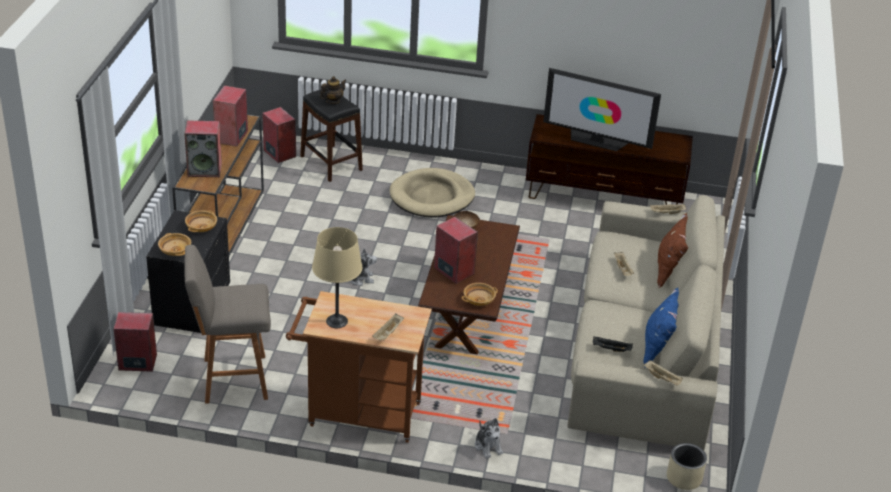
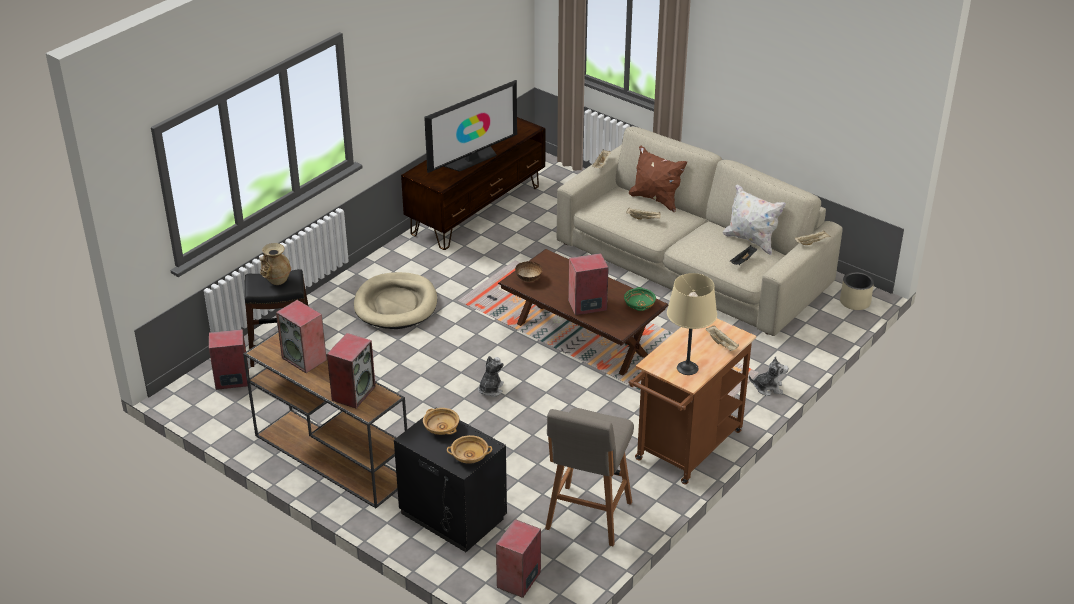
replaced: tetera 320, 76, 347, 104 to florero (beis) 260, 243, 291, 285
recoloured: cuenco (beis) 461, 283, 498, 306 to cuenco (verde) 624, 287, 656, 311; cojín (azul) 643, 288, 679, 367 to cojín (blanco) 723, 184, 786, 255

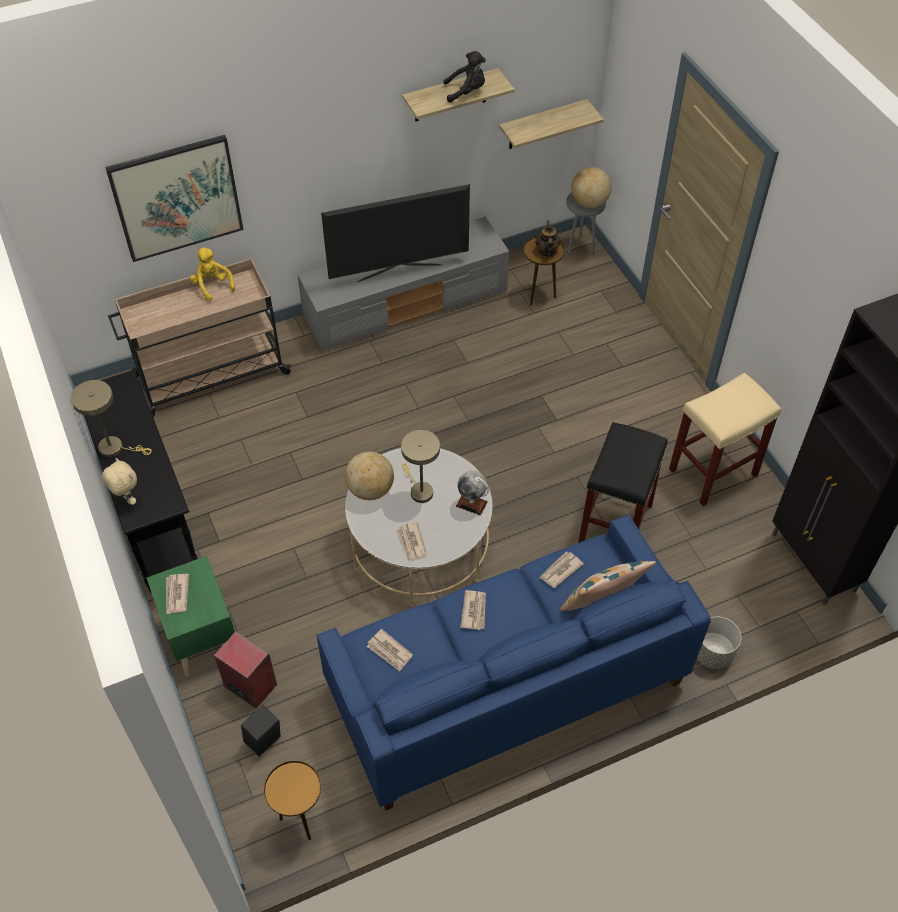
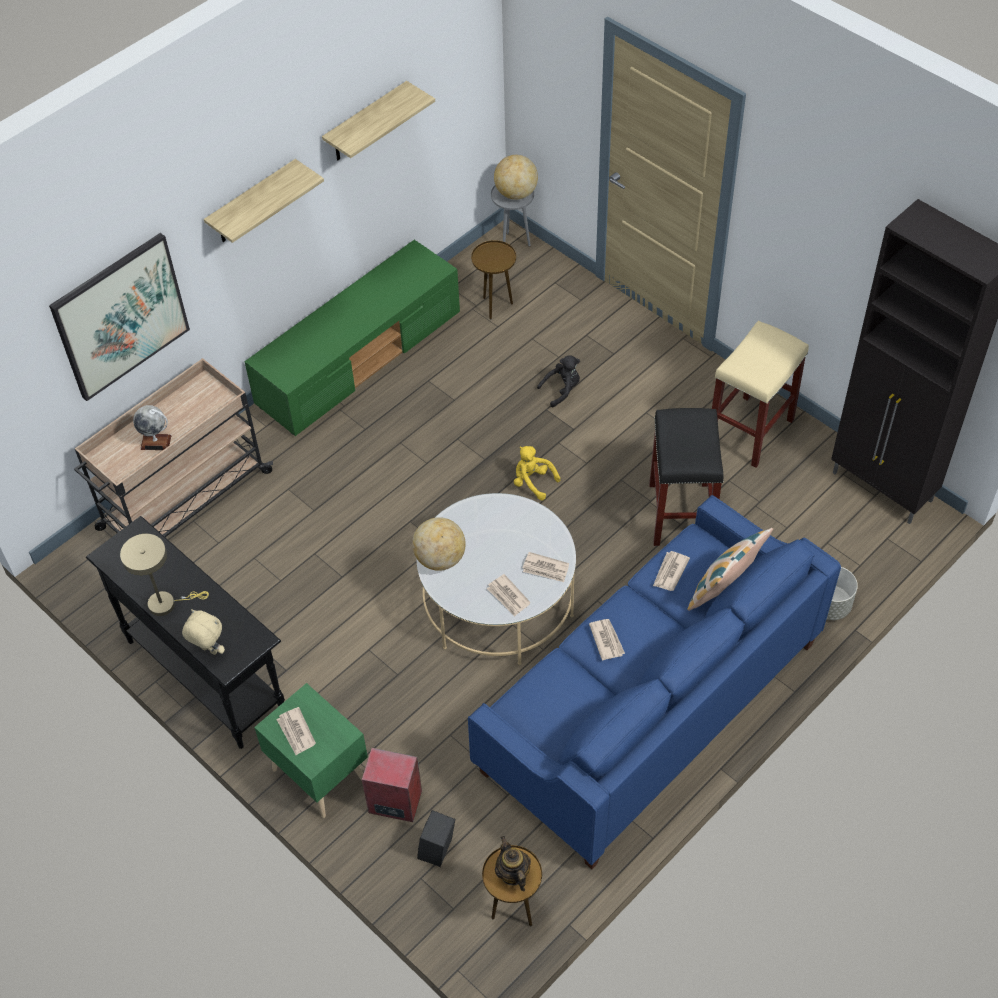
removed: televisor 321, 184, 470, 282; lámpara de mesa (beis) 401, 430, 440, 503
moved: peluche (amarillo) 189, 247, 235, 302 to 514, 446, 561, 500; periódico 367, 629, 413, 671 to 523, 552, 569, 582; peluche (negro) 444, 51, 486, 103 to 537, 355, 580, 407; globo terráqueo 456, 470, 489, 515 to 133, 405, 172, 450; estante 499, 99, 604, 149 to 204, 159, 324, 243; tetera 535, 221, 561, 257 to 495, 836, 531, 891
recoloured: mueble de televisión (gris) 297, 216, 509, 351 to mueble de televisión (verde) 244, 240, 460, 436

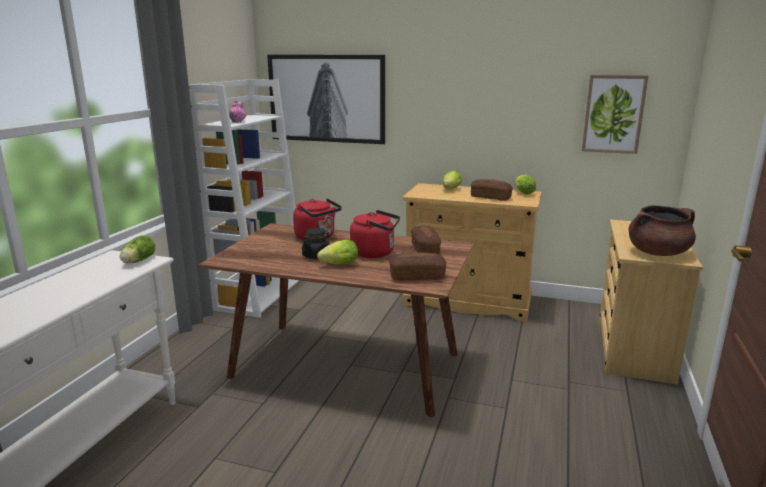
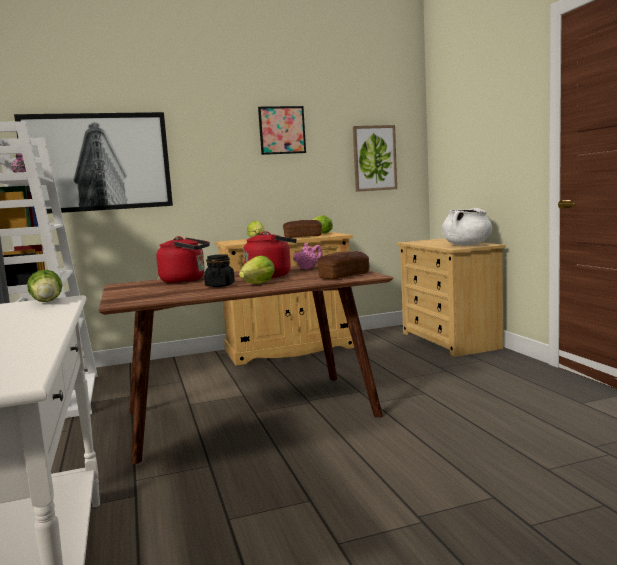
added: cuadro 258, 106, 306, 155
replaced: pan 411, 226, 441, 255 to tetera (rosa) 293, 243, 323, 270
recoloured: olla (marrón) 629, 205, 696, 256 to olla (blanco) 442, 208, 492, 246

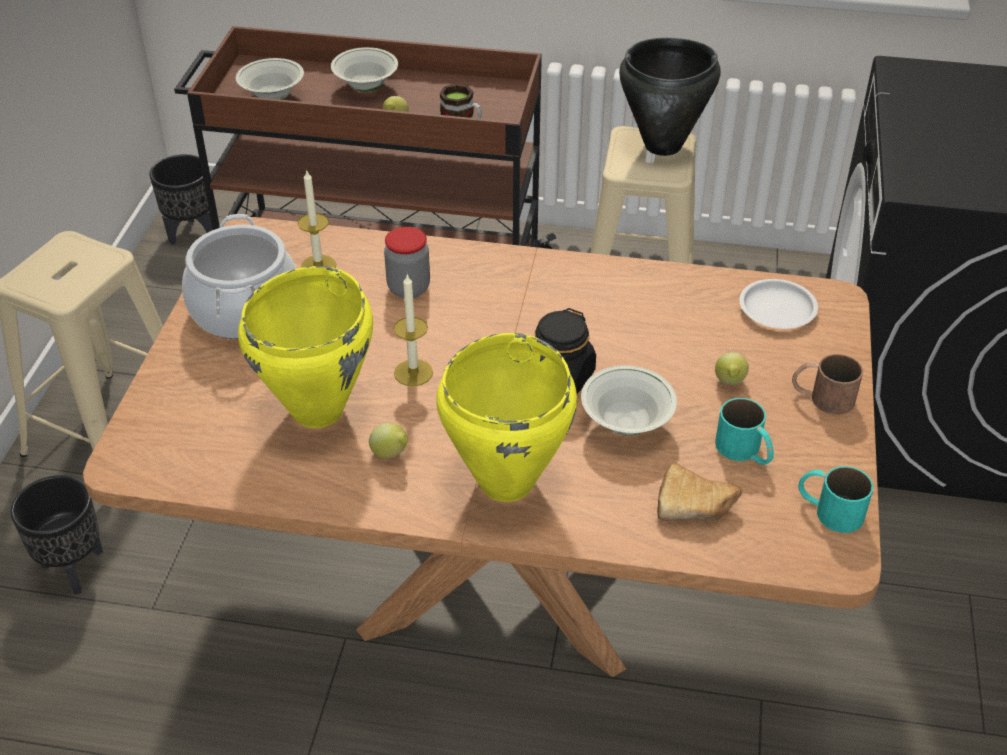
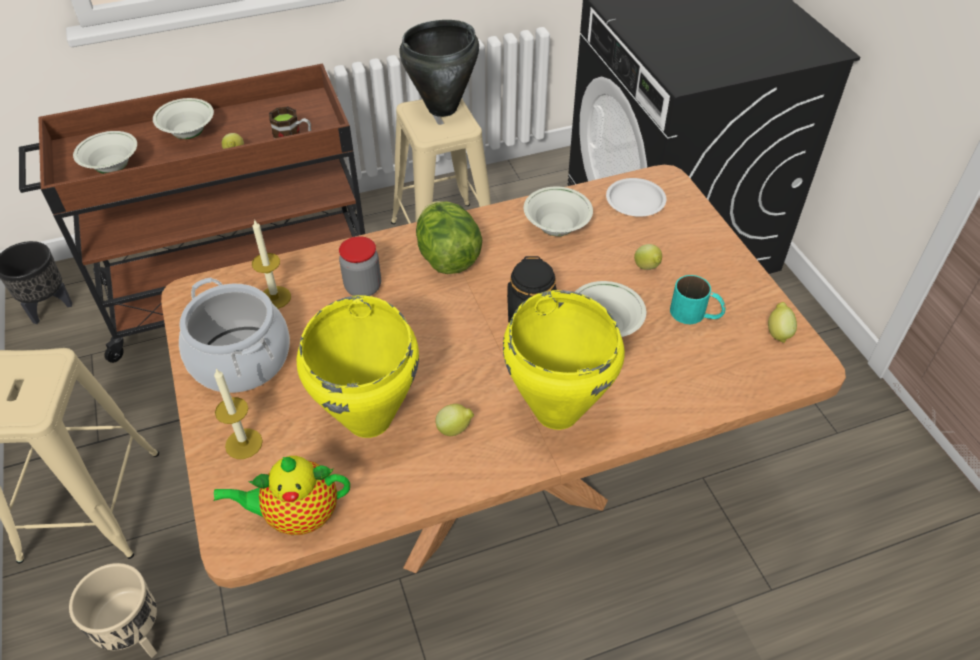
removed: pan 657, 463, 742, 521; taza grande (marrón) 792, 354, 863, 415
added: tetera 214, 456, 350, 535; lechuga 416, 201, 482, 274; cuenco (blanco) 524, 187, 593, 236
moved: vela 394, 275, 433, 386 to 214, 368, 263, 459
replaced: taza grande (turquesa) 798, 466, 873, 533 to limón 768, 302, 797, 343
recoloured: maceta (negro) 10, 475, 103, 595 to maceta (beis) 69, 563, 157, 658

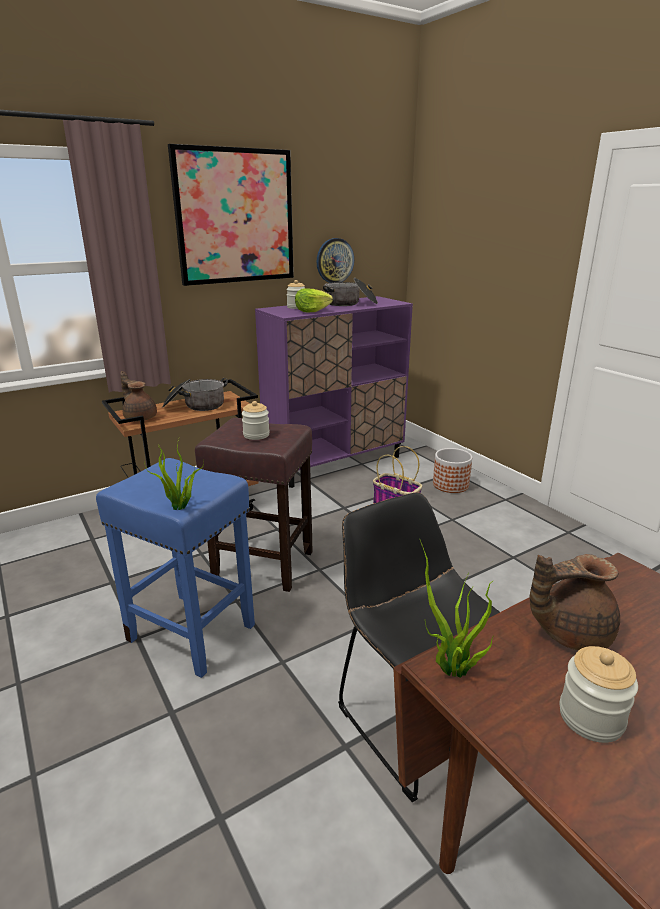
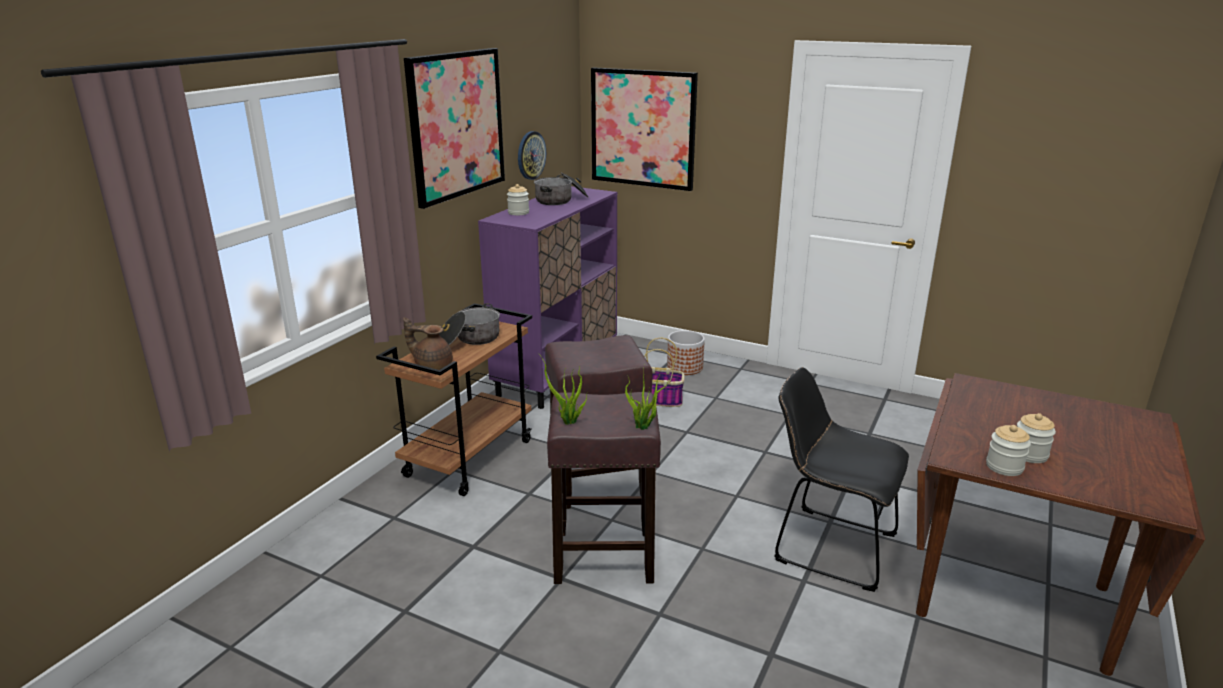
removed: lechuga 295, 288, 333, 312; tetera (marrón) 530, 554, 620, 650
added: cuadro 591, 67, 698, 191
moved: tarro 242, 401, 270, 440 to 986, 425, 1031, 476; planta en maceta 420, 540, 493, 678 to 539, 354, 587, 425
recoloured: taburete (azul) 96, 458, 255, 678 to taburete (marrón) 547, 392, 661, 584

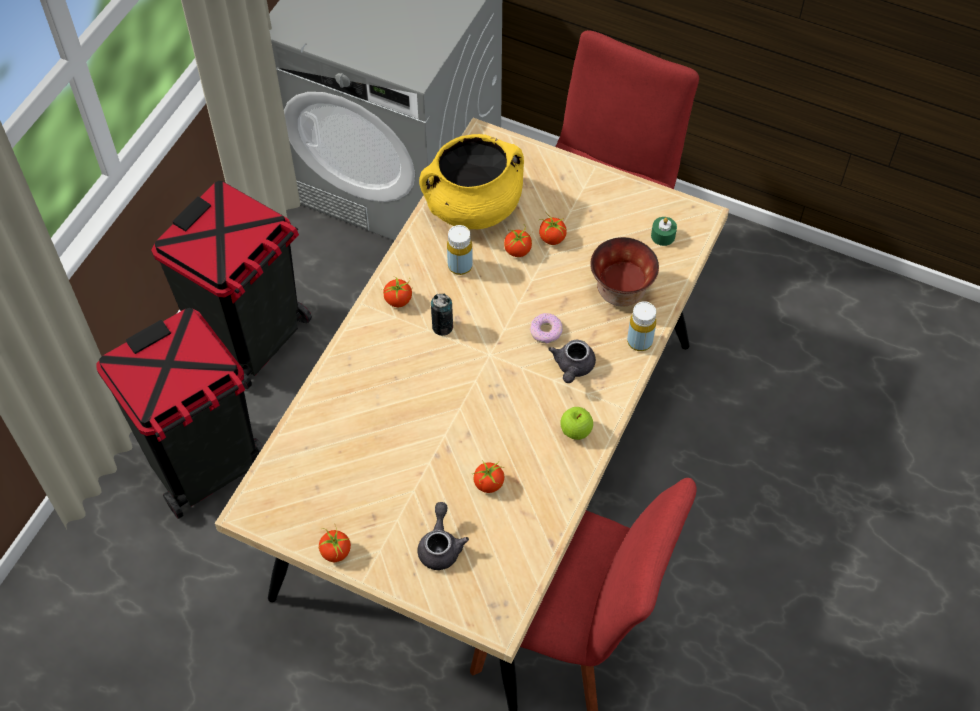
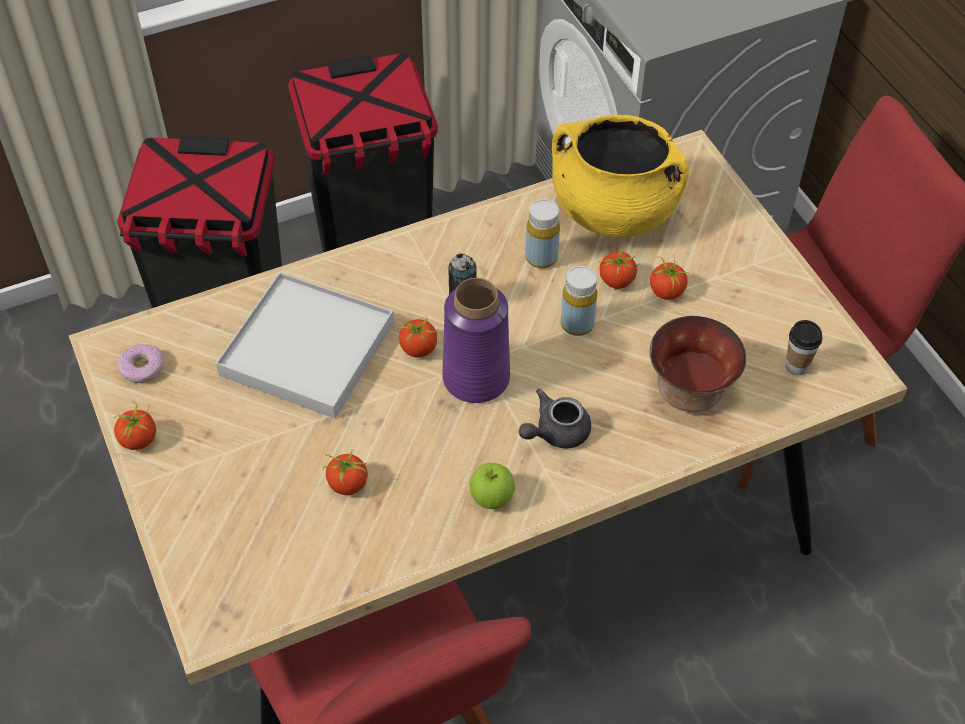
removed: tetera (gris) 418, 502, 469, 570
added: bandeja (blanco) 216, 272, 394, 419; florero (morado) 442, 278, 510, 403
moved: tomate 382, 277, 412, 307 to 398, 317, 439, 358; rosquilla 530, 313, 563, 343 to 117, 344, 164, 383; botella (amarillo) 627, 301, 656, 351 to 561, 266, 597, 336
replaced: vela (verde) 651, 217, 677, 246 to taza 785, 320, 822, 376

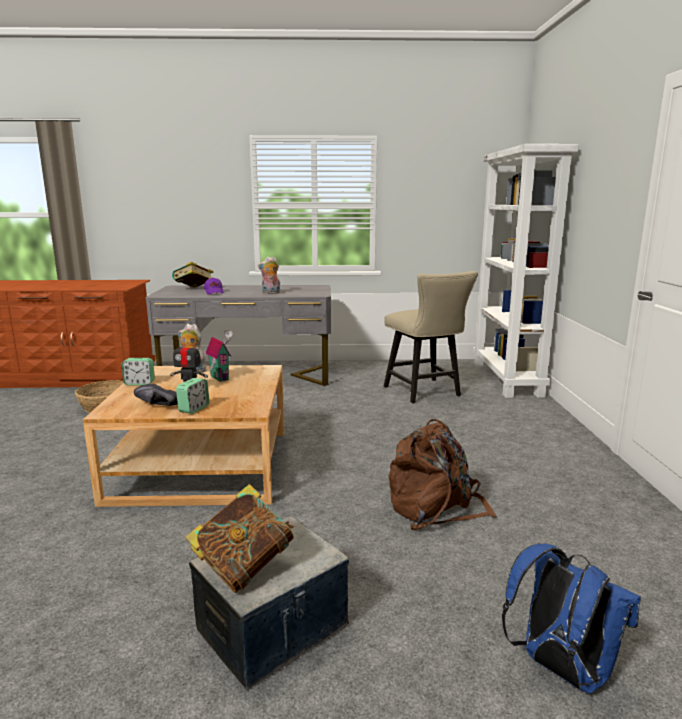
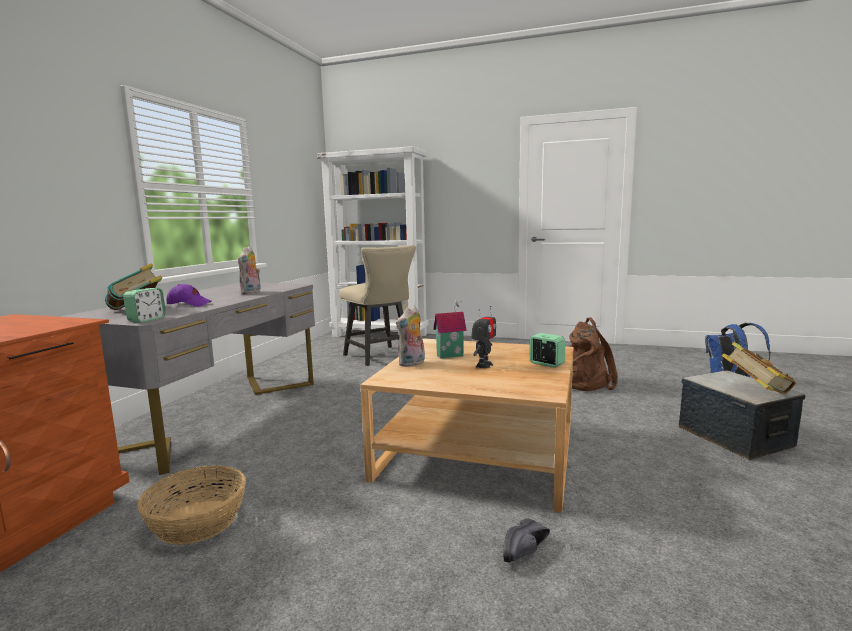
moved: despertador 121, 358, 155, 385 to 123, 288, 166, 323; zapato (negro) 134, 384, 178, 406 to 503, 518, 550, 562
turned: silla (beis) 384, 271, 478, 403 = 339, 245, 416, 366 60 degrees clockwise

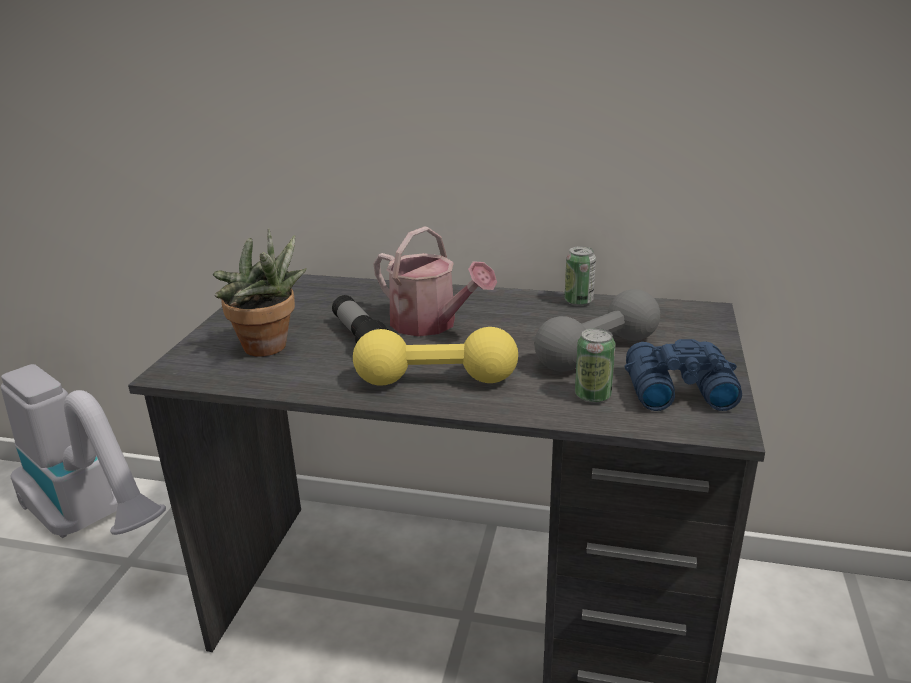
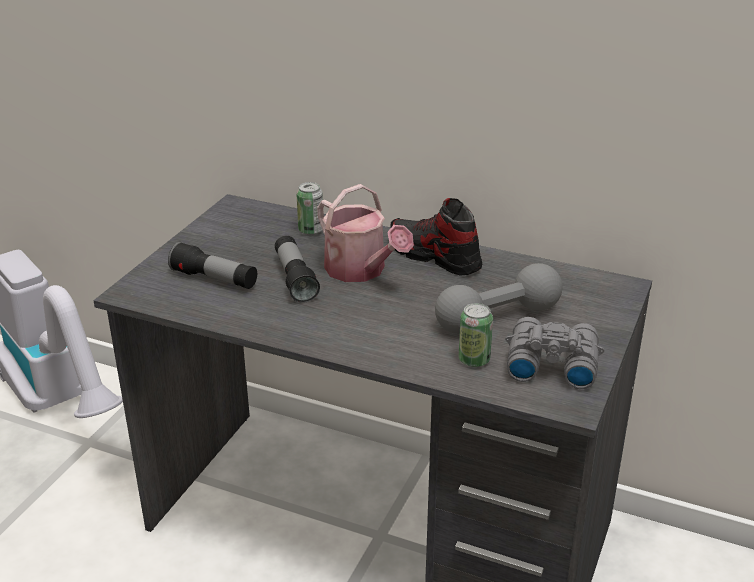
removed: mancuerna (amarillo) 353, 327, 518, 386
added: zapato 390, 198, 482, 276
moved: lata 565, 246, 596, 306 to 296, 182, 323, 235
replaced: planta en maceta 213, 228, 307, 357 to linterna 168, 242, 257, 289
recoloured: prismáticos (azul) 625, 339, 742, 411 to prismáticos (gris) 505, 317, 604, 389

